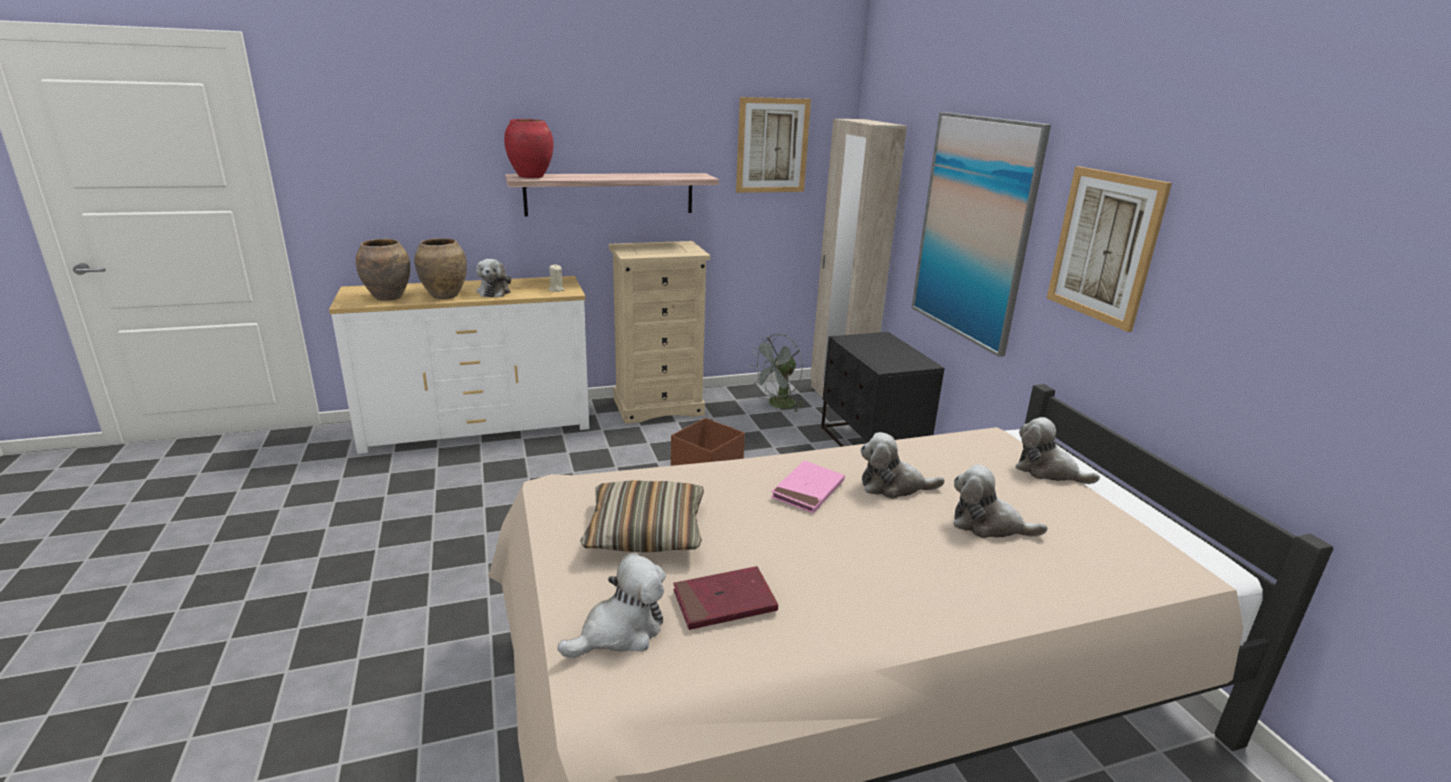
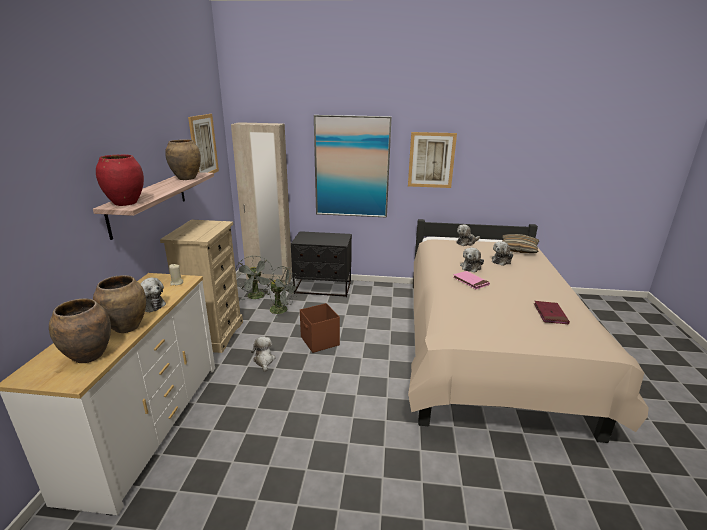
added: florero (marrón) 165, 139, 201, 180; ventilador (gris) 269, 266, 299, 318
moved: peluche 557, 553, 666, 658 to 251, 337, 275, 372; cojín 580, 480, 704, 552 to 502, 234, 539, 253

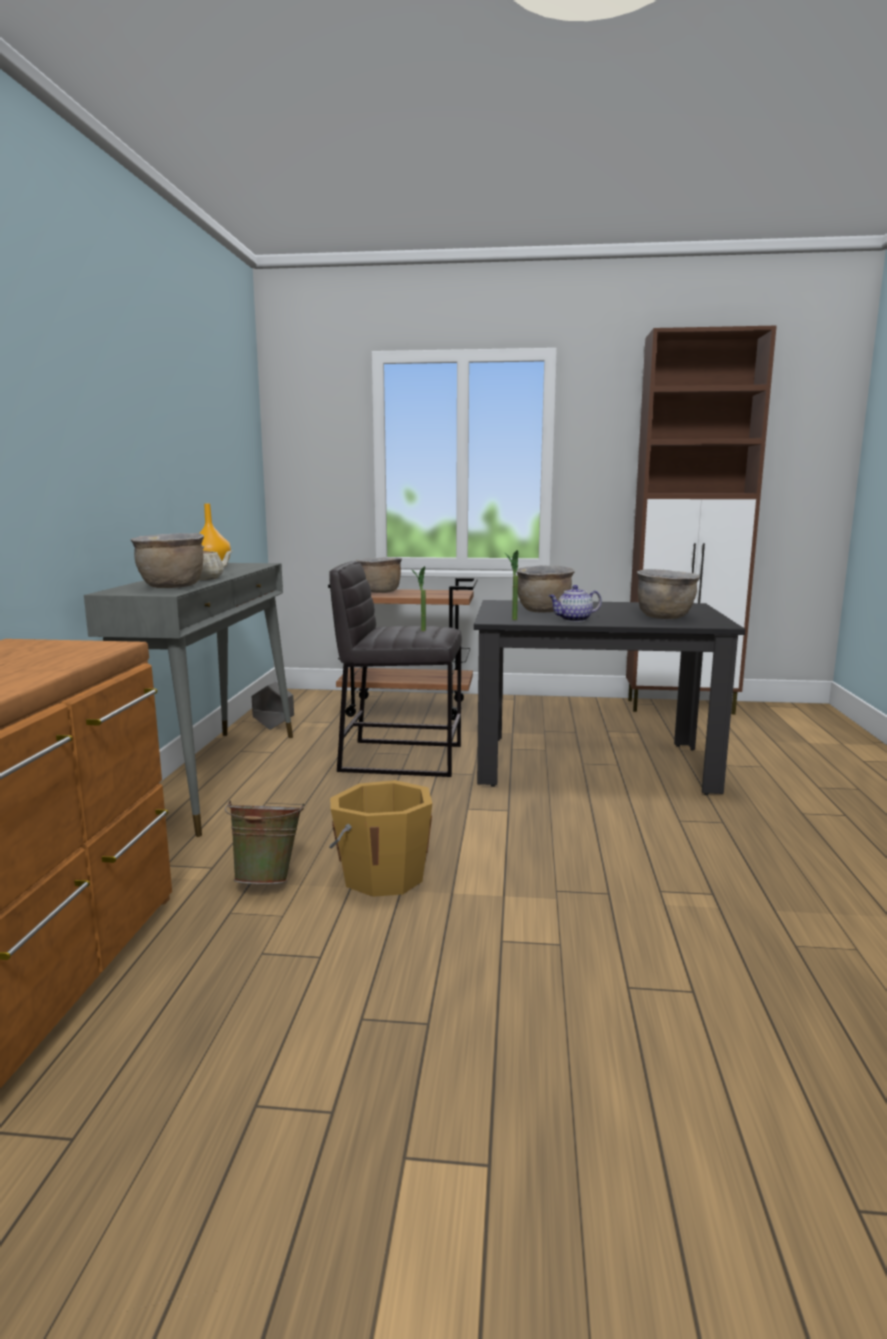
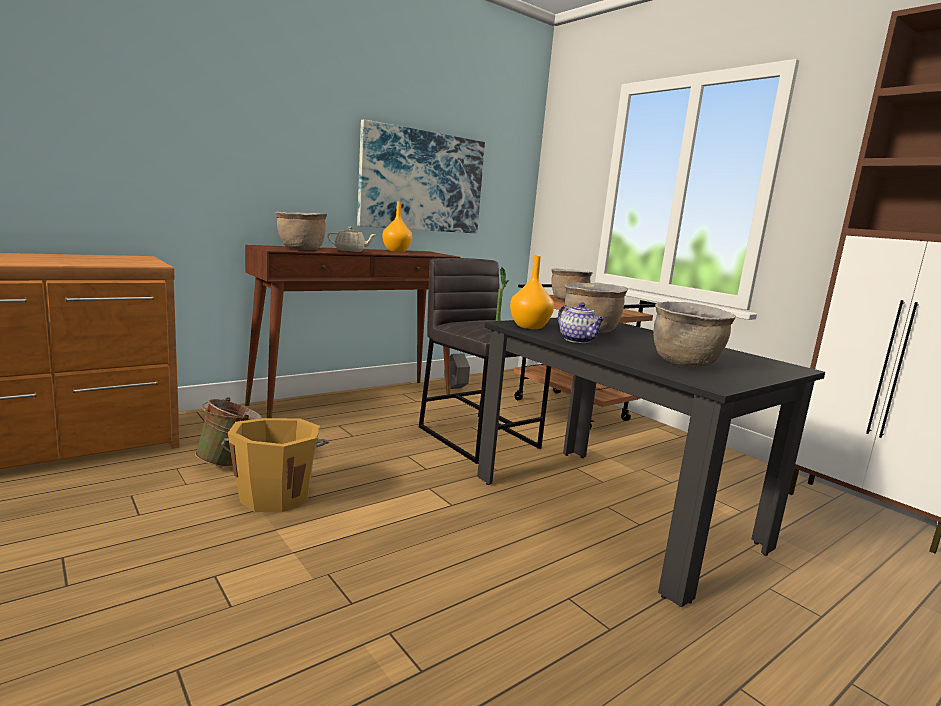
added: cuadro 357, 119, 485, 234
replaced: planta en maceta 504, 550, 519, 620 to florero (naranja) 510, 256, 554, 329
recoloured: mesa consola (gris) 84, 563, 293, 837 to mesa consola (marrón) 245, 245, 461, 418
turned: tetera 548, 585, 602, 622 = 558, 302, 605, 343 150 degrees counterclockwise

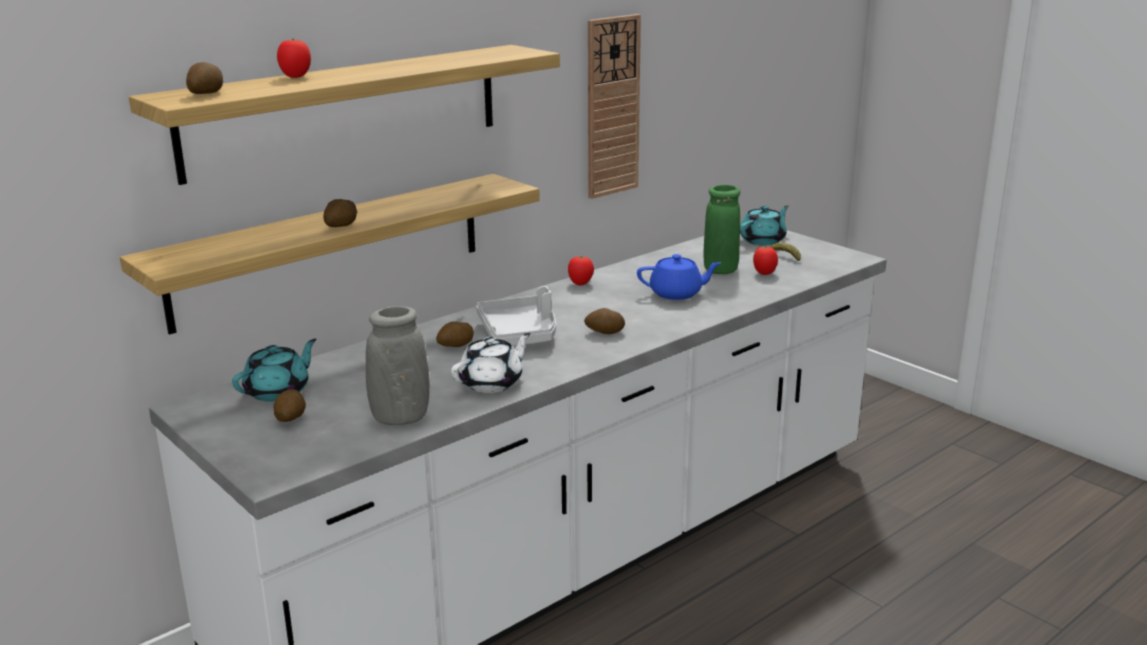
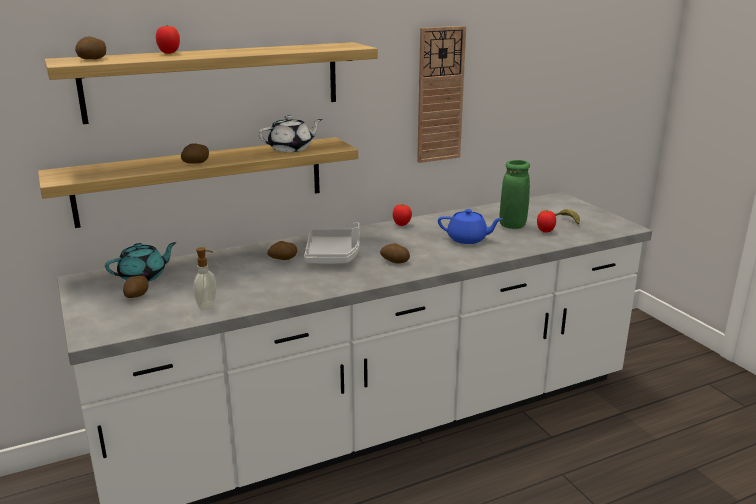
removed: tetera (turquesa) 740, 205, 789, 245
moved: tetera (blanco) 451, 333, 531, 393 to 258, 115, 323, 152
replaced: florero (gris) 366, 306, 430, 425 to dispensador de jabón 193, 247, 216, 310

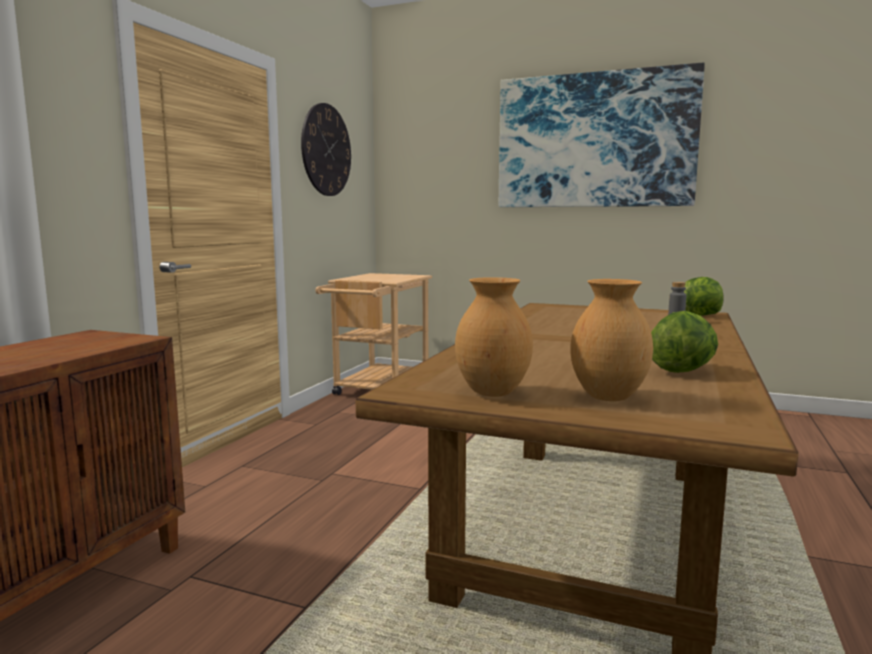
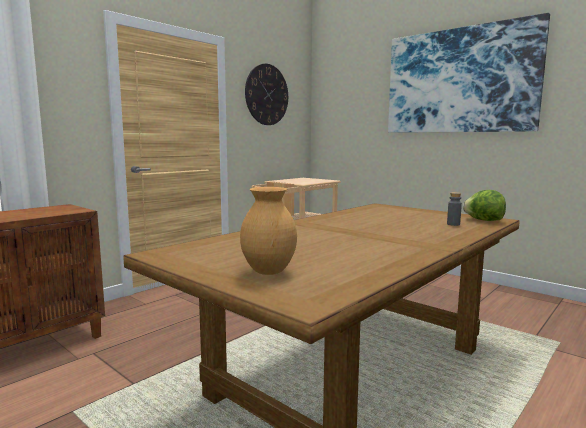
removed: florero (marrón) 455, 277, 533, 397; lechuga 651, 311, 718, 373

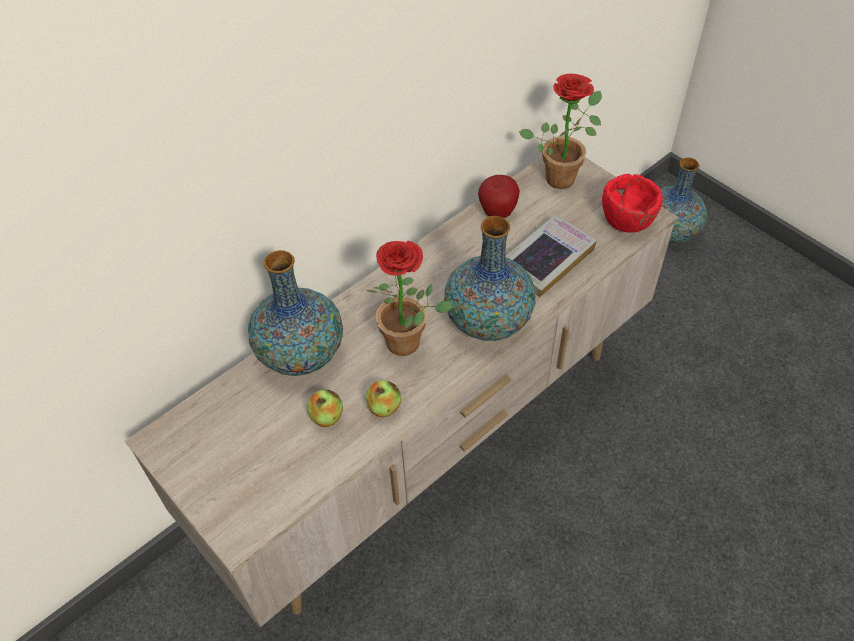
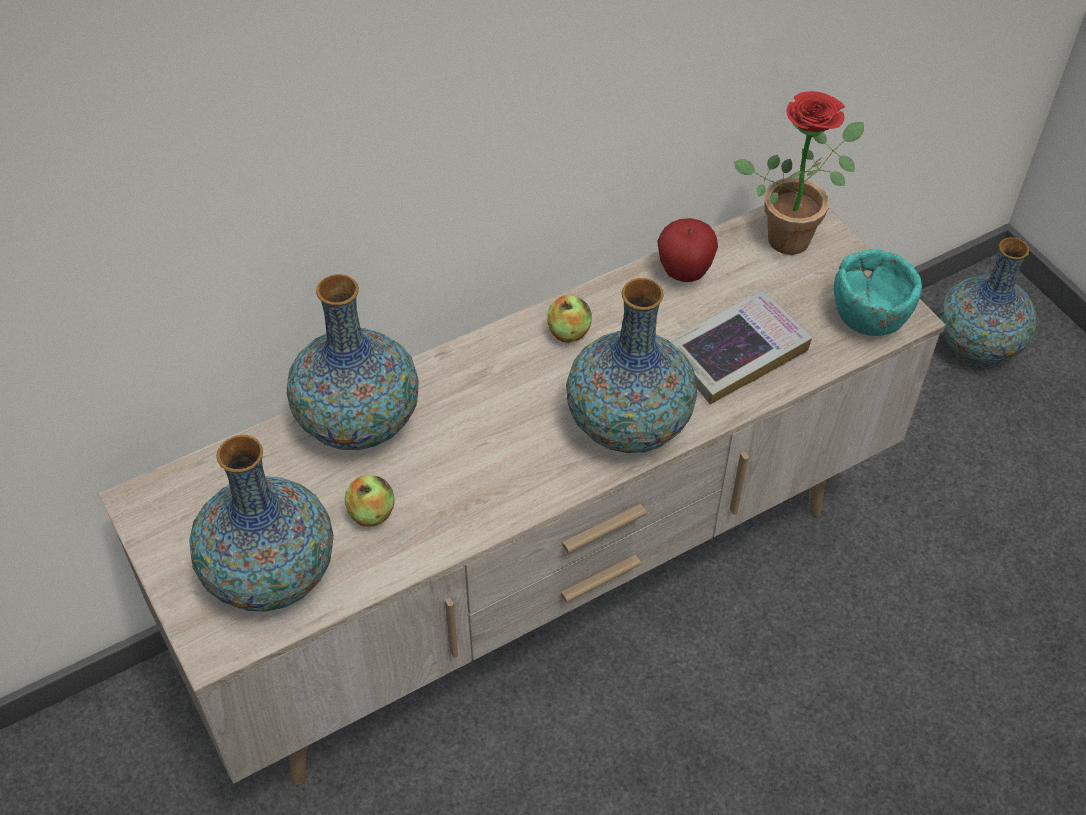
removed: planta en maceta 366, 241, 453, 356
added: florero 189, 435, 334, 612
moved: manzana 366, 380, 401, 417 to 547, 295, 592, 343
recoloured: cuenco (rojo) 602, 174, 663, 233 to cuenco (turquesa) 834, 249, 922, 336

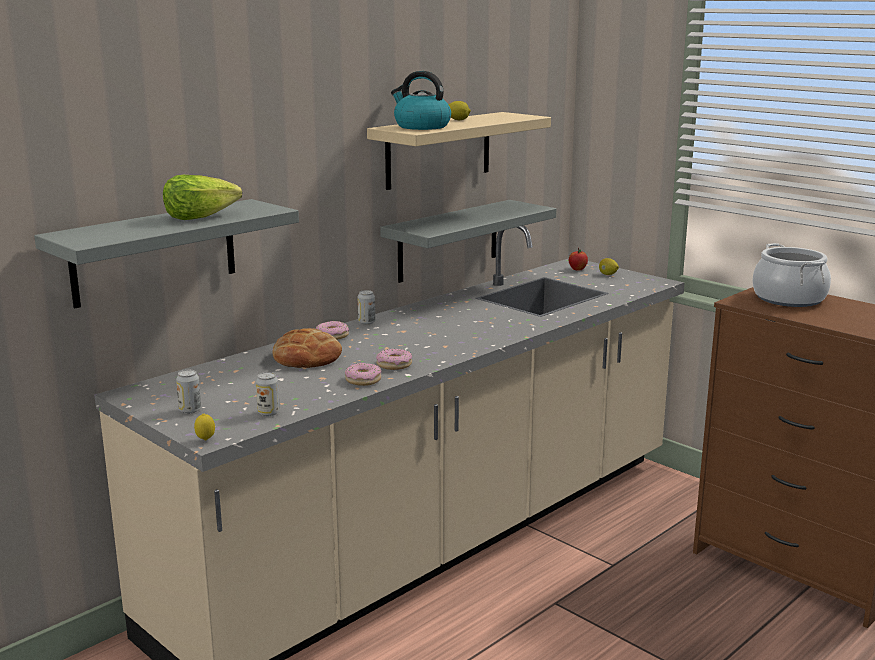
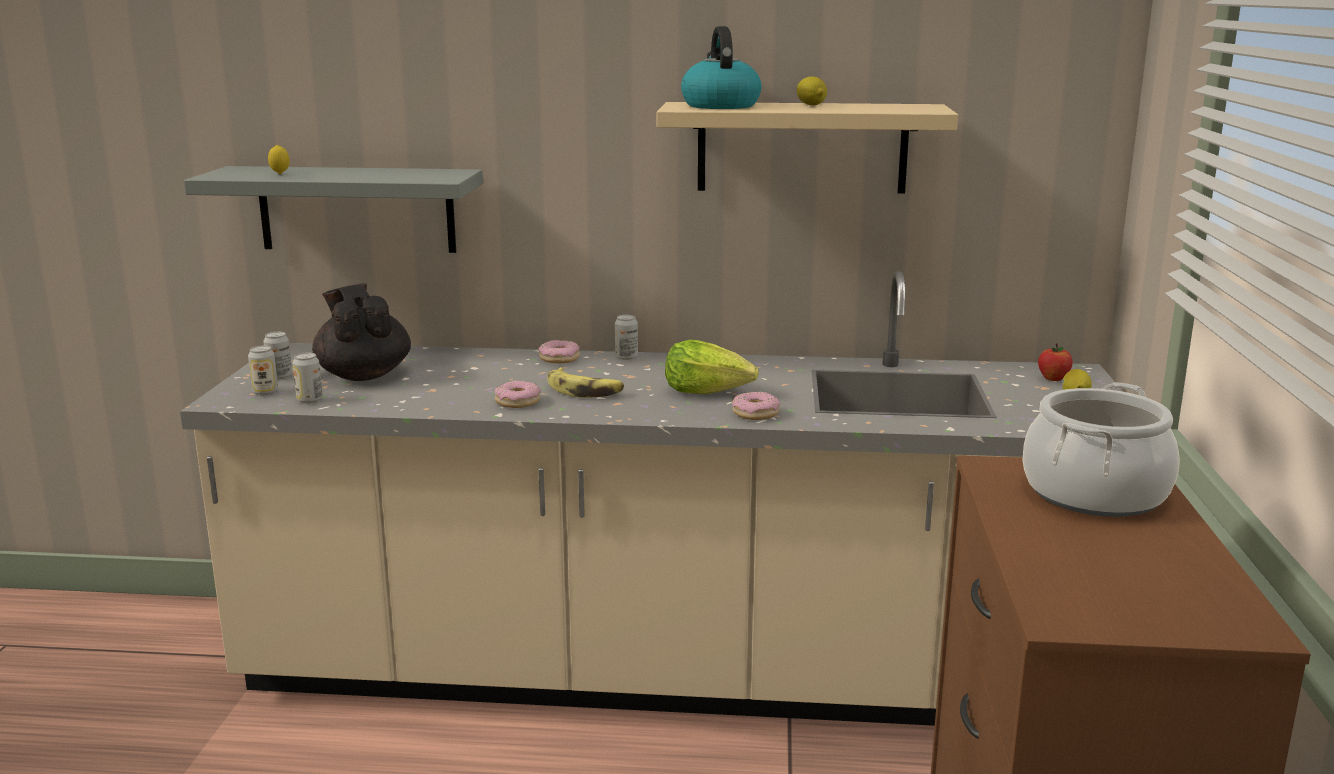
removed: pan 272, 328, 342, 368; estante (gris) 380, 200, 556, 283
added: lata 248, 346, 278, 395; tetera (negro) 312, 283, 411, 381; plátano 547, 367, 624, 398
moved: lechuga 163, 175, 242, 220 to 665, 339, 759, 394; limón 194, 414, 215, 441 to 268, 145, 289, 174; rosquilla 345, 363, 382, 386 to 732, 392, 780, 420

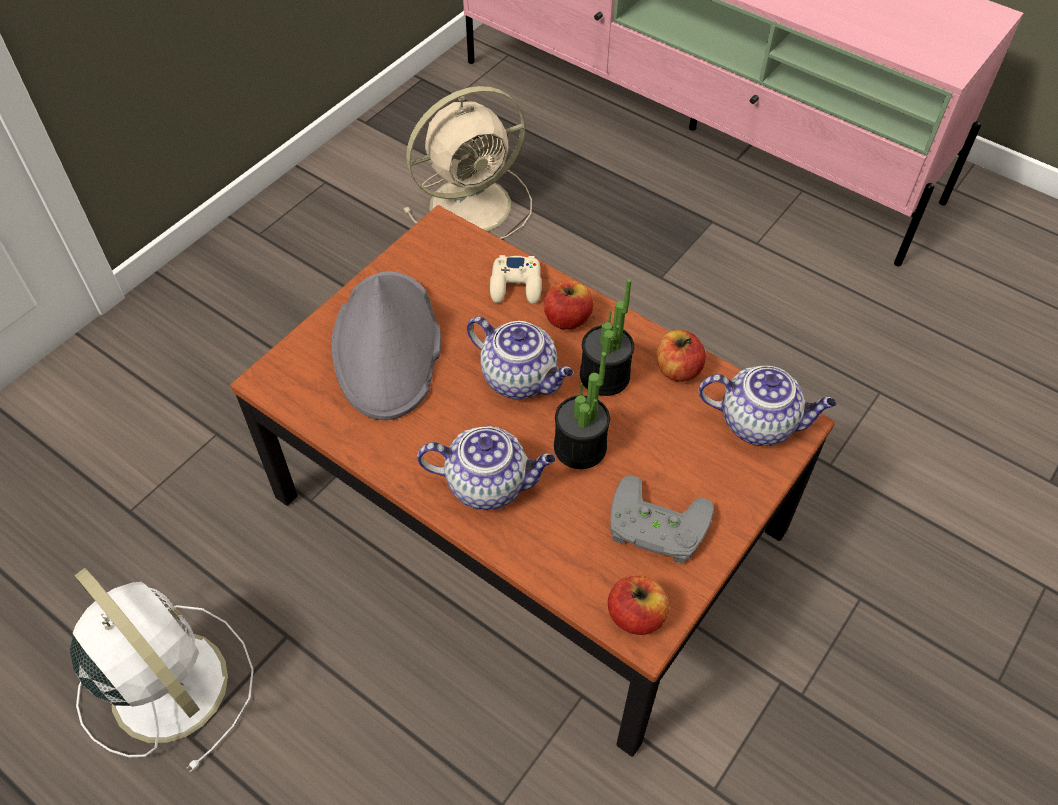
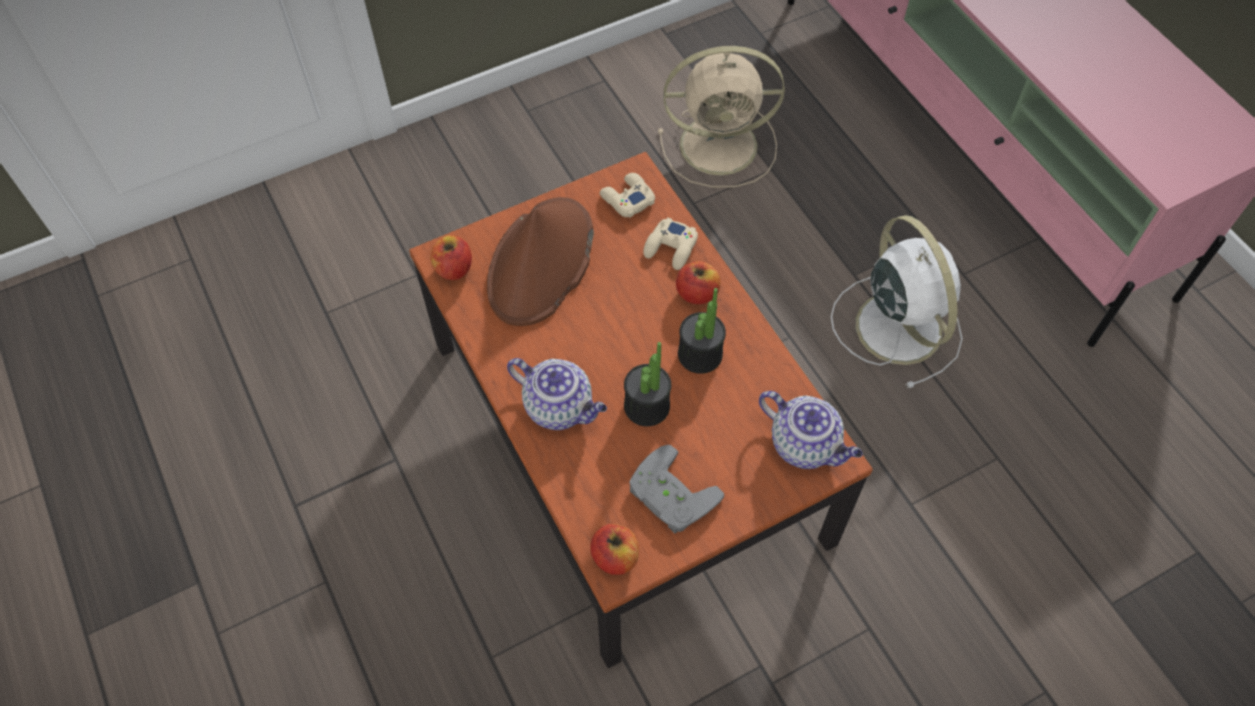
removed: tetera 467, 316, 573, 399
added: mando de consola (beis) 600, 173, 655, 218
moved: ventilador (blanco) 70, 568, 254, 772 to 831, 215, 963, 388; manzana 656, 330, 706, 382 to 430, 235, 472, 280
recoloured: sombrero (gris) 332, 271, 441, 420 to sombrero (marrón) 487, 197, 594, 326

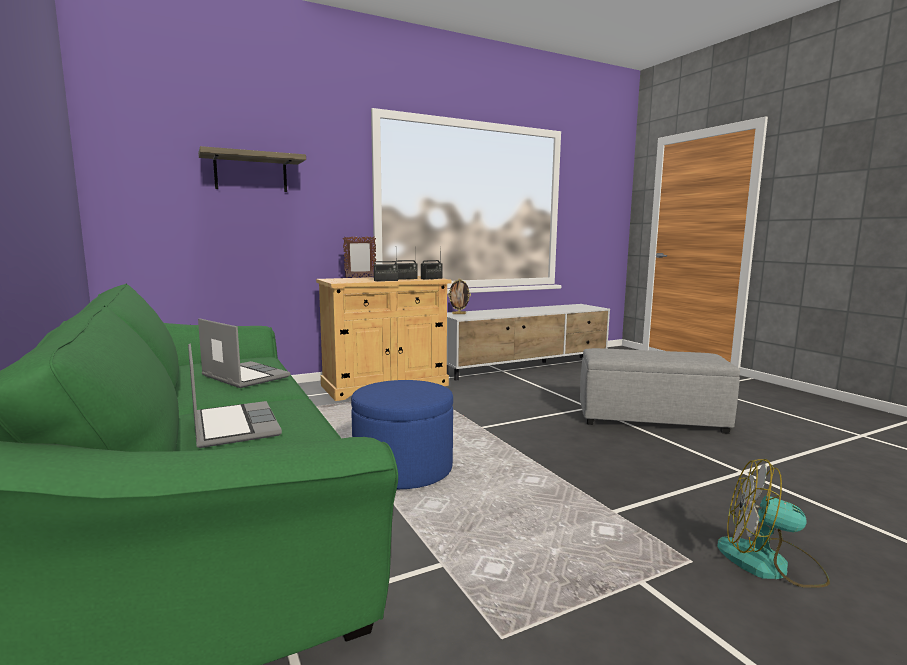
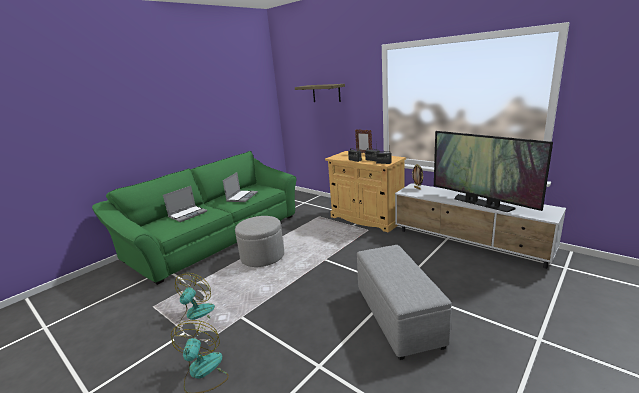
added: ventilador 175, 273, 215, 330; televisor 434, 131, 553, 212
recoloured: puf (azul) 351, 380, 453, 489 to puf (gris) 235, 216, 284, 267

